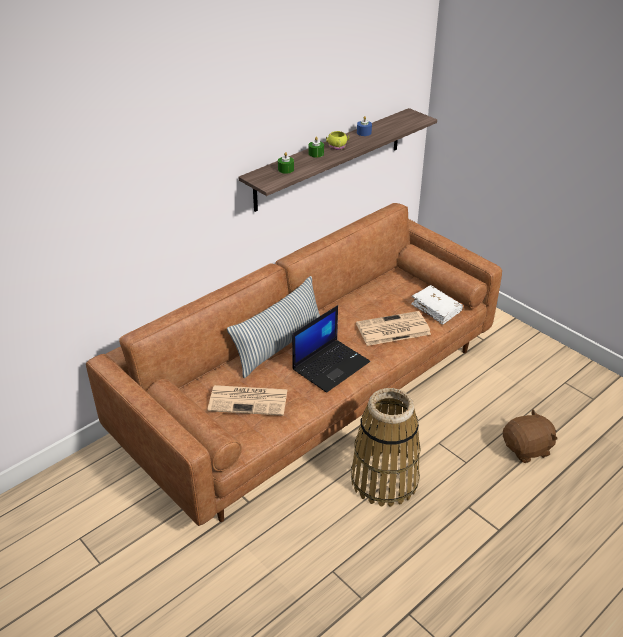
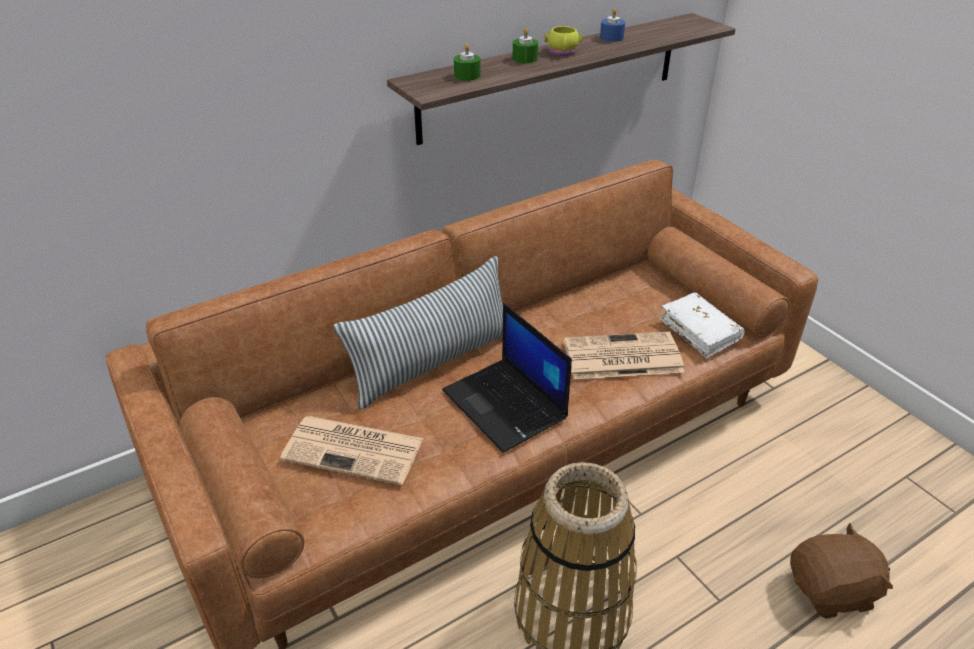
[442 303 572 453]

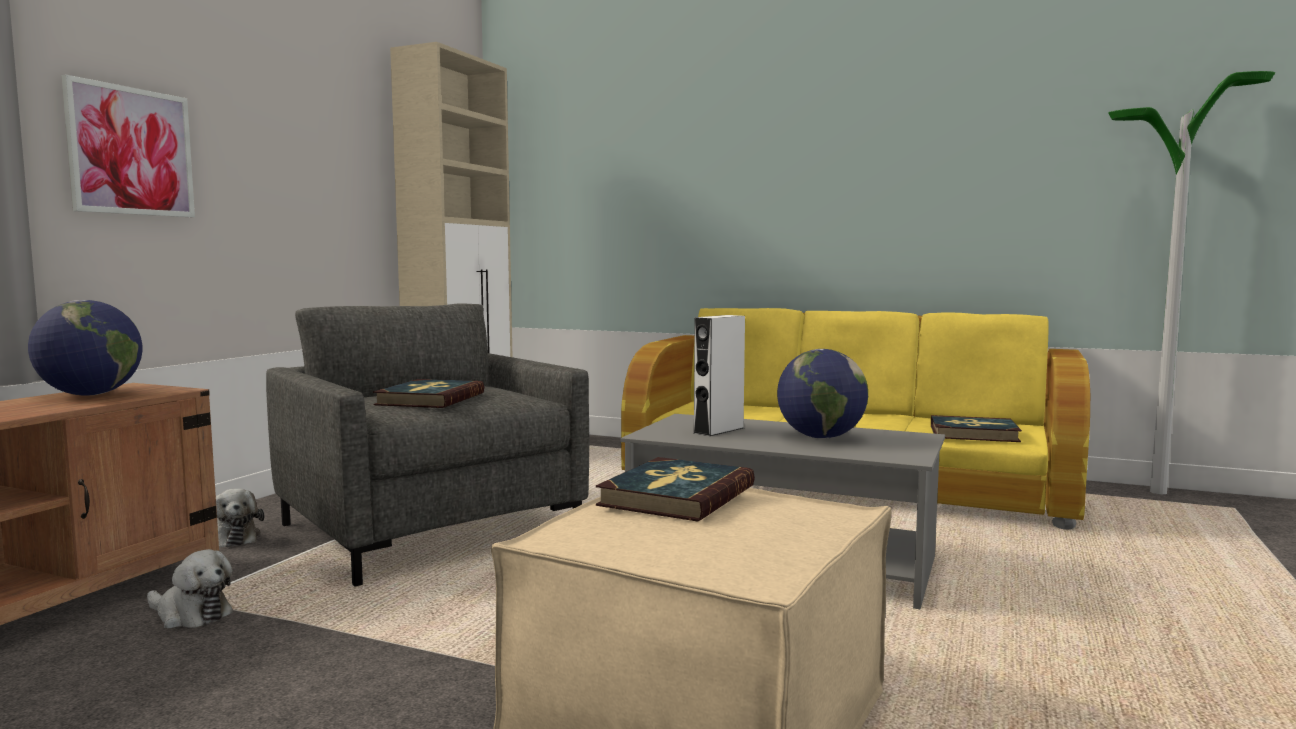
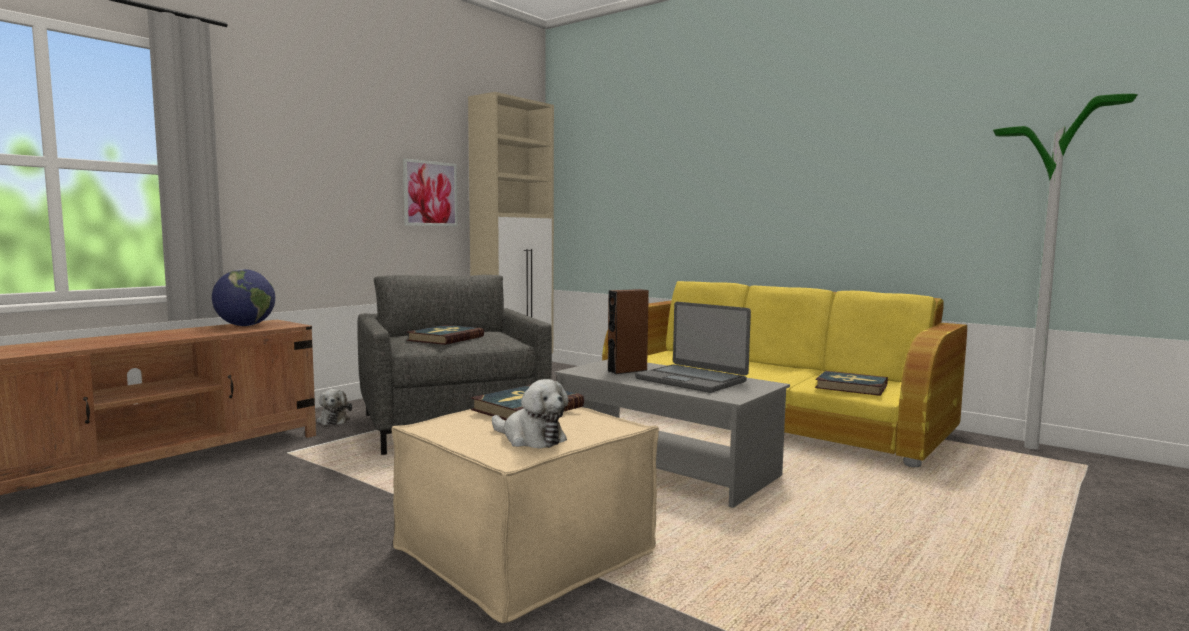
[403 158 458 226]
[492 379 569 448]
[607 289 649 374]
[635 302 751 393]

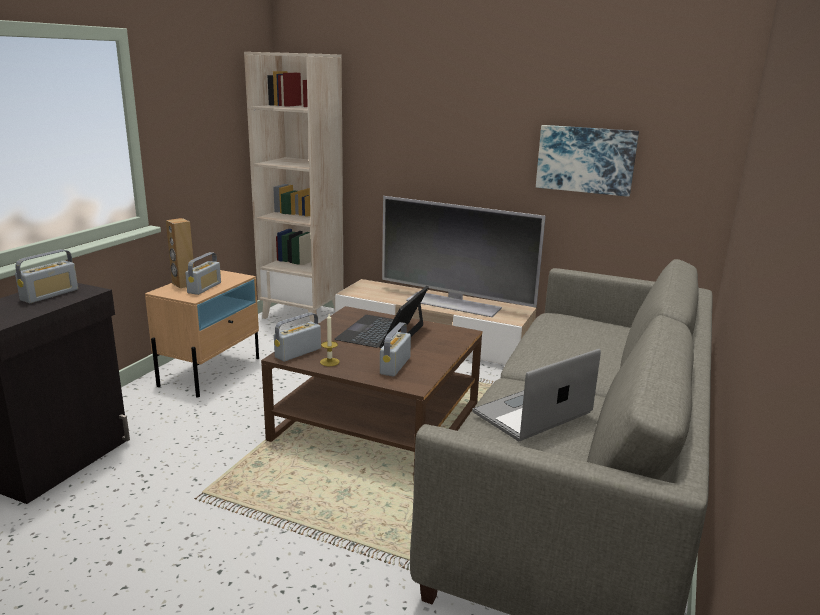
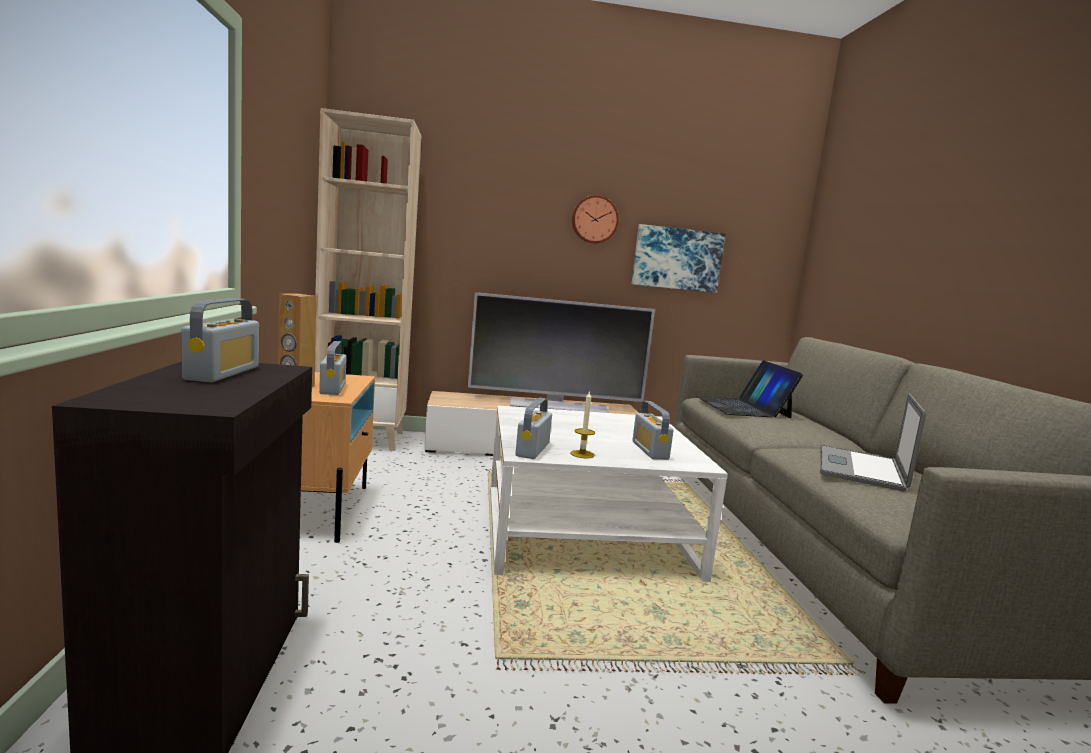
[490 405 728 582]
[696 360 803 418]
[572 195 619 243]

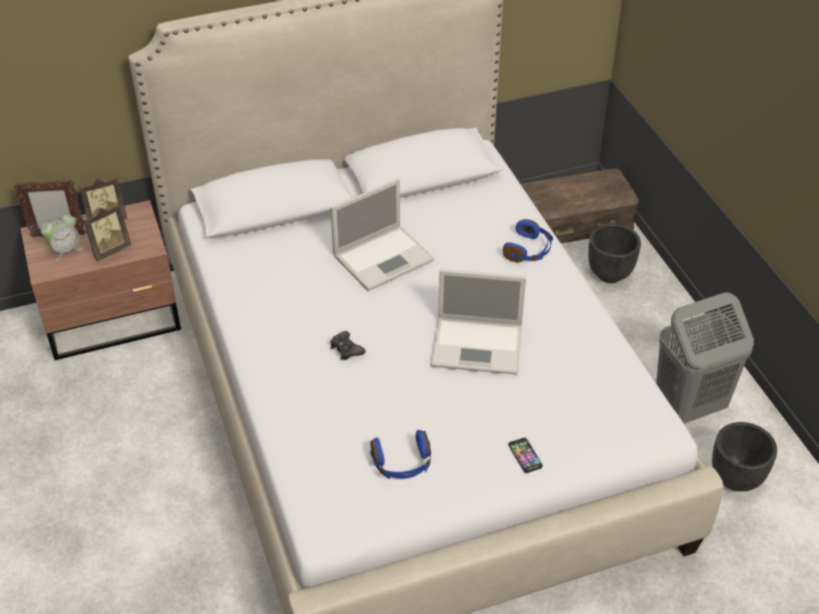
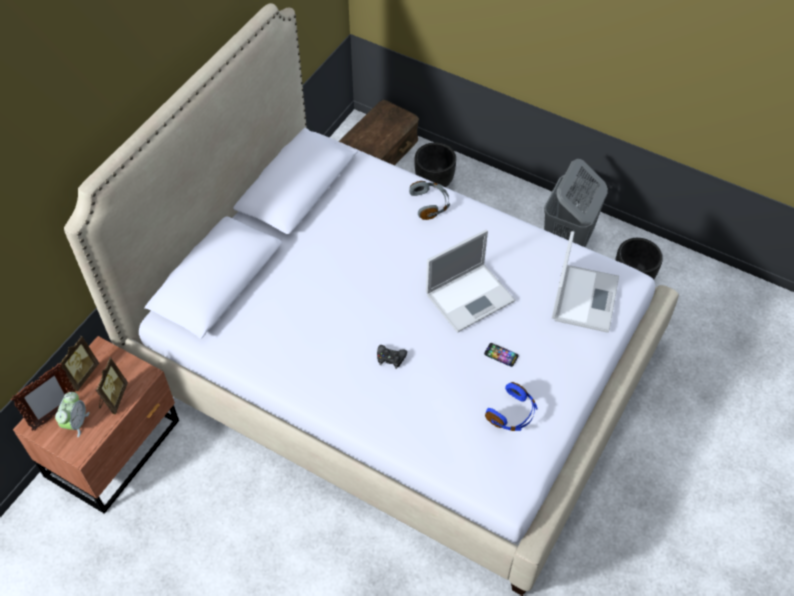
[552 231 619 333]
[409 181 450 220]
[484 343 518 367]

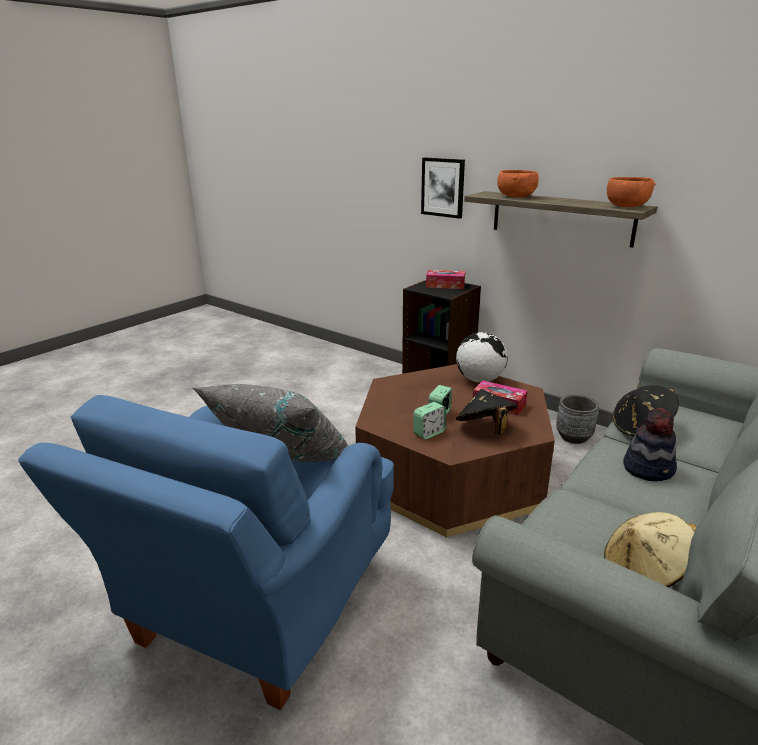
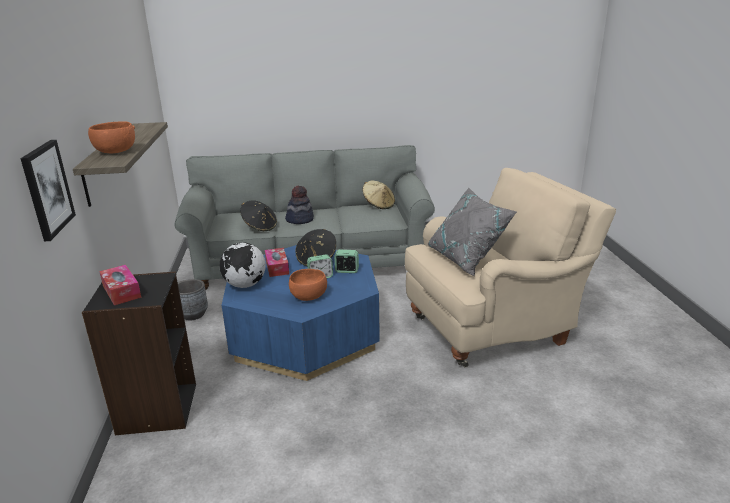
[405 168 616 368]
[222 245 380 381]
[289 269 327 301]

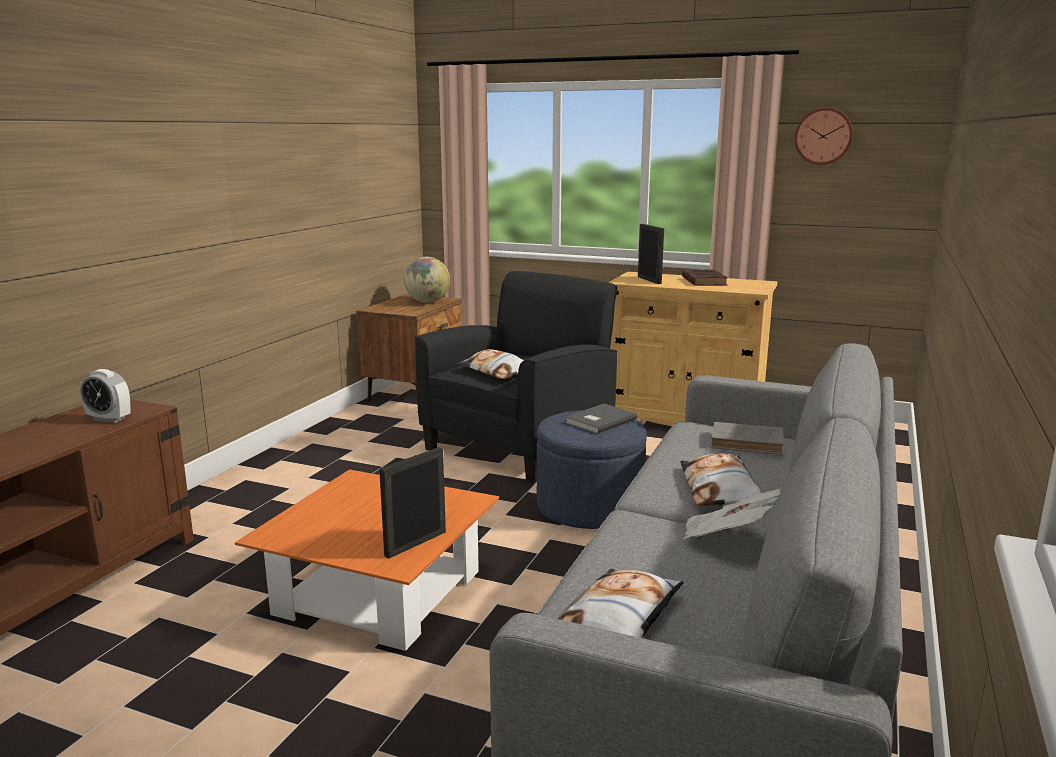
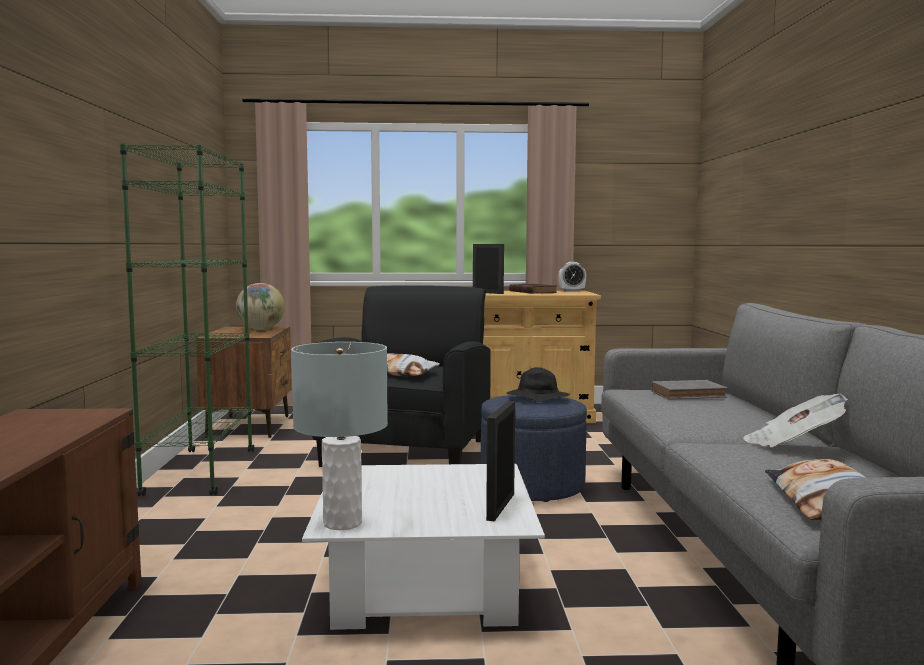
[558 262 586 292]
[302 464 545 630]
[506 367 570 402]
[680 454 761 506] (first image)
[794 108 853 165] (first image)
[120 143 254 496]
[291 342 388 530]

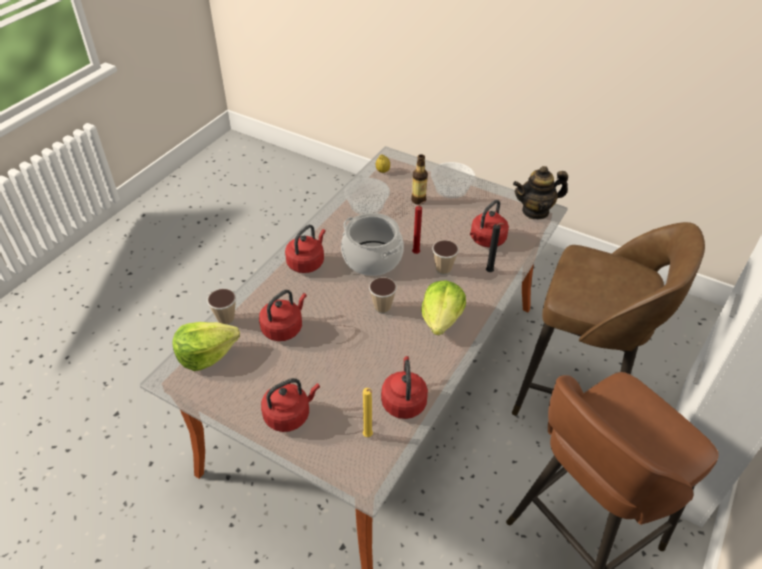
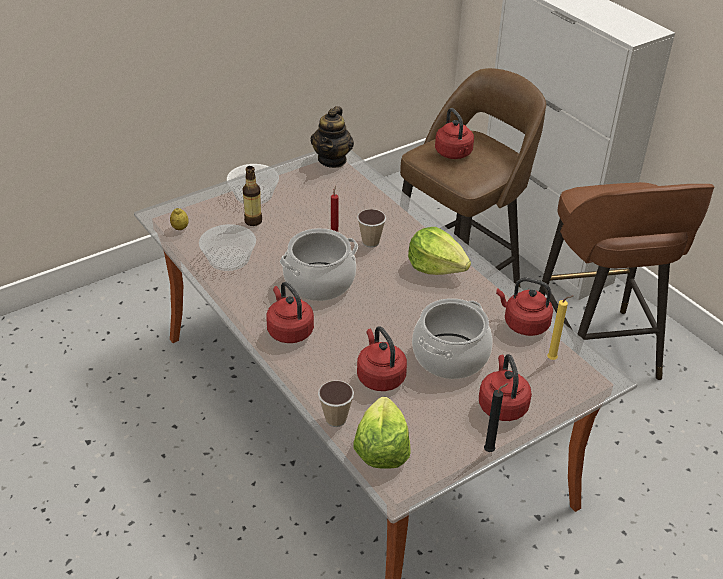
[369 277 397 314] (first image)
[435 108 474 159]
[484 383 508 452]
[412 298 493 379]

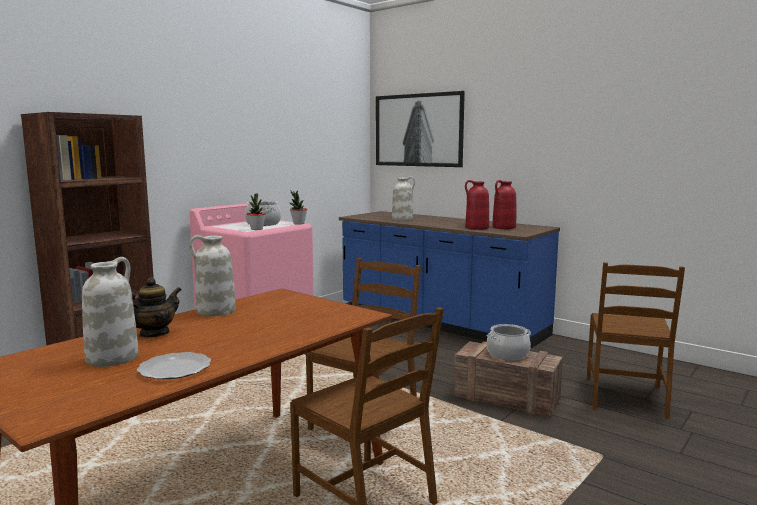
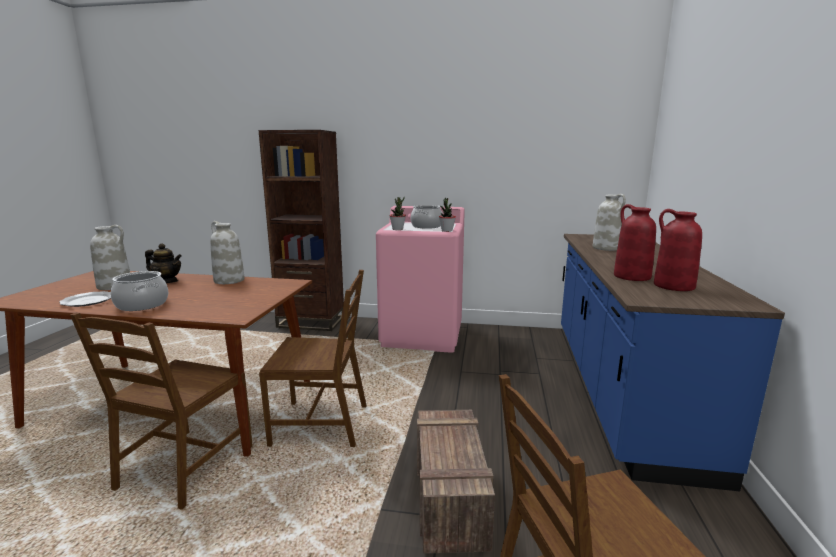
[376 91 465 167] (first image)
[111 271 168 311]

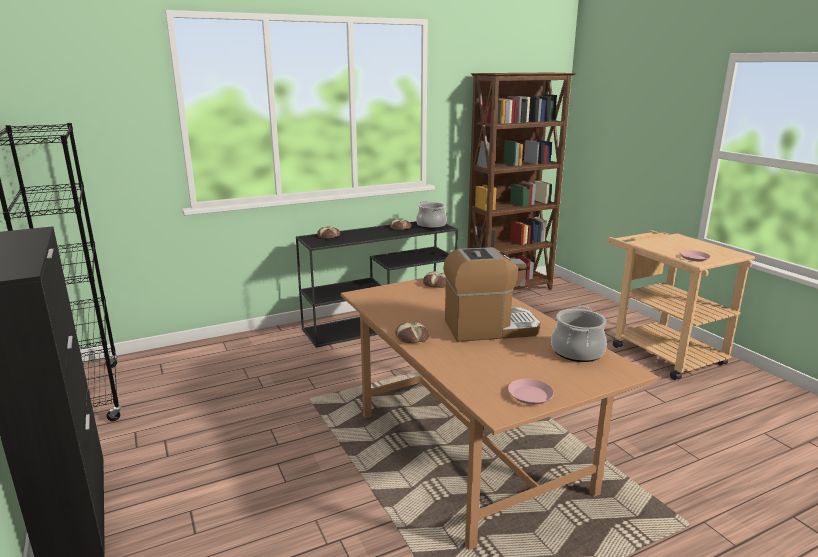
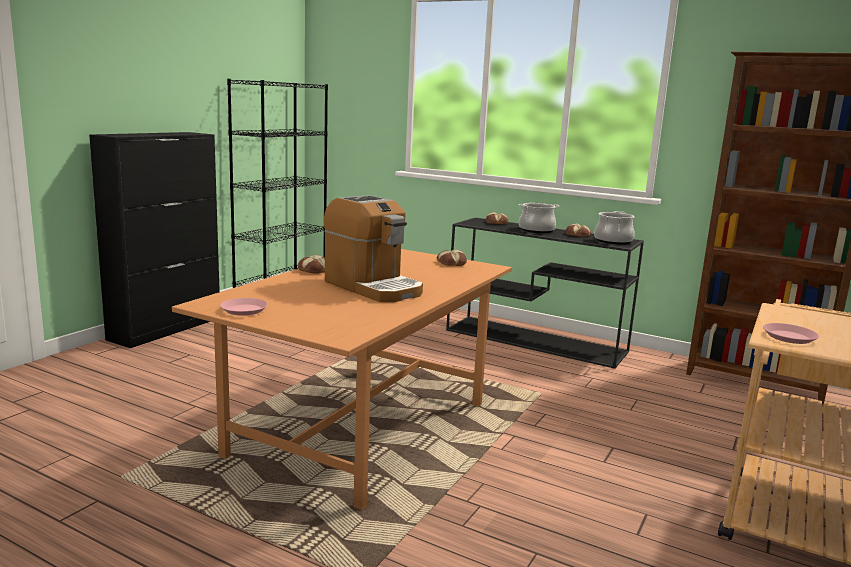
[518 203 559 233]

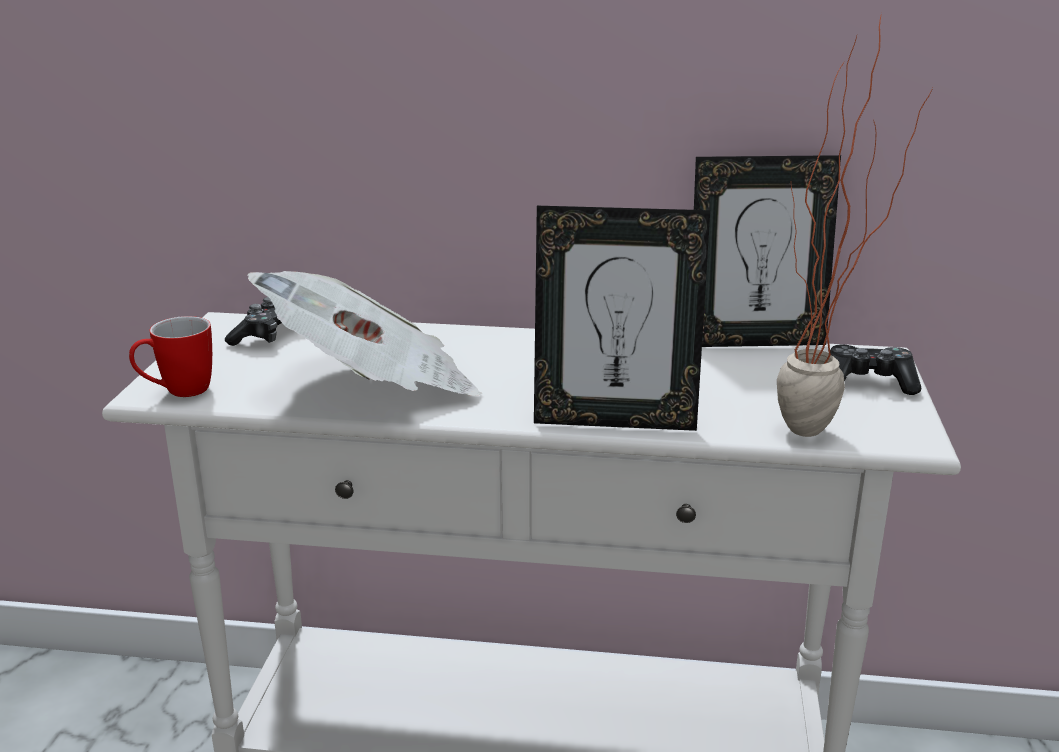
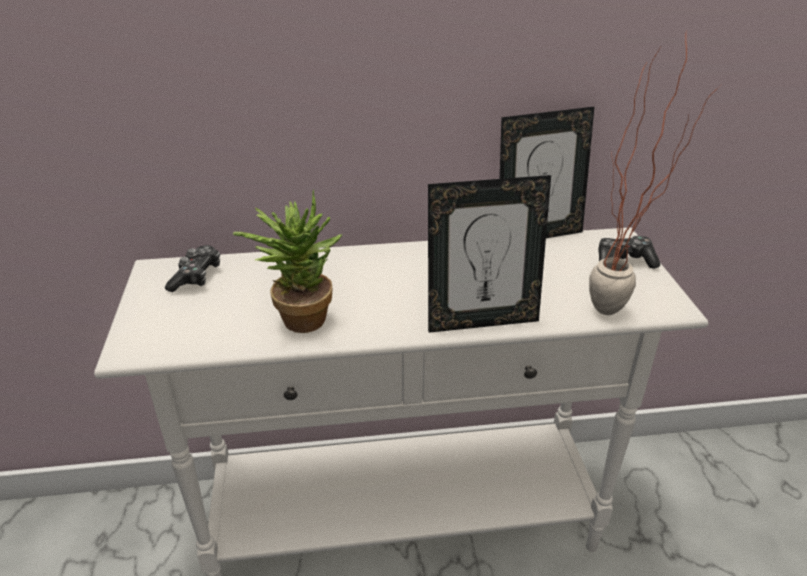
[129 316 212 397] (first image)
[233 190 342 333]

